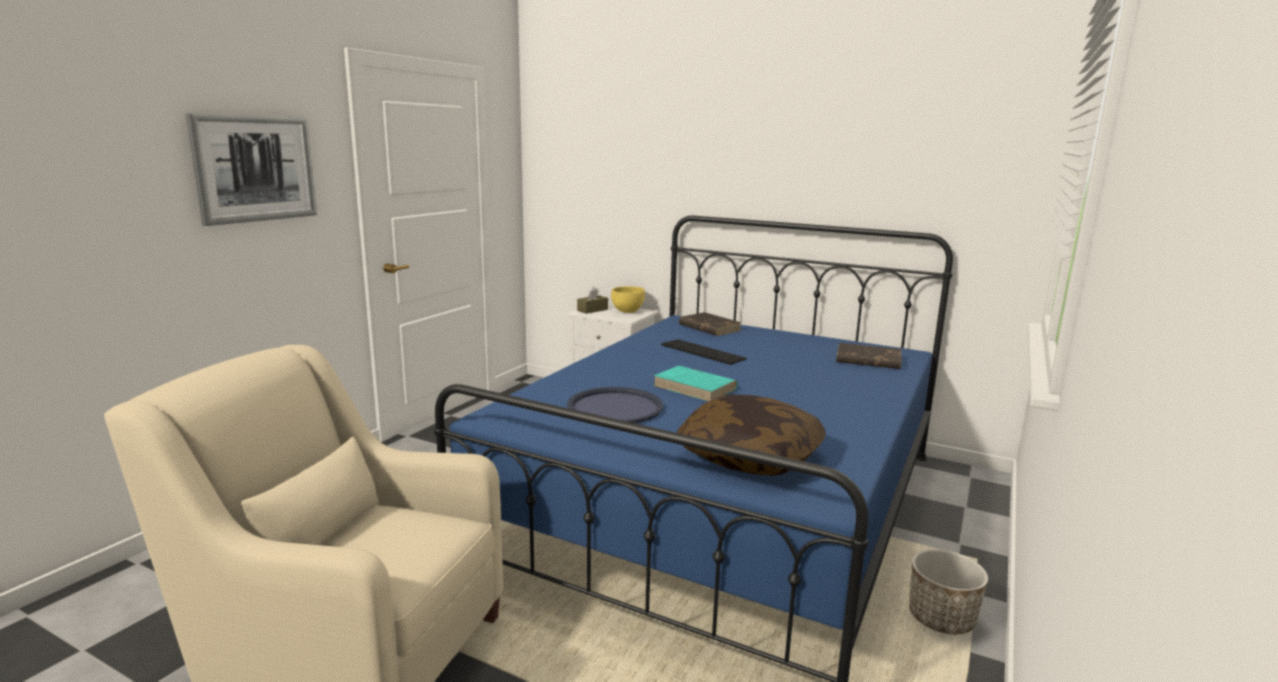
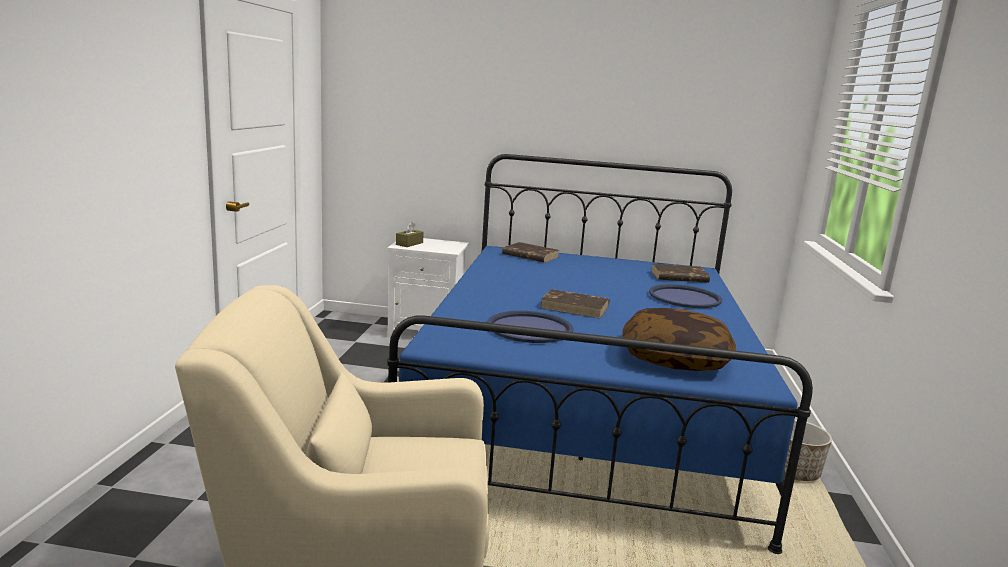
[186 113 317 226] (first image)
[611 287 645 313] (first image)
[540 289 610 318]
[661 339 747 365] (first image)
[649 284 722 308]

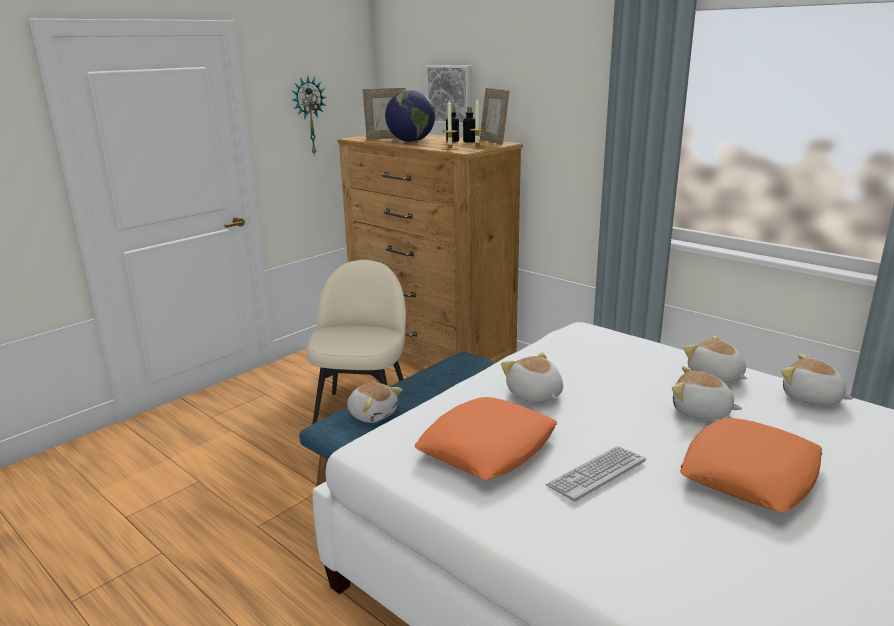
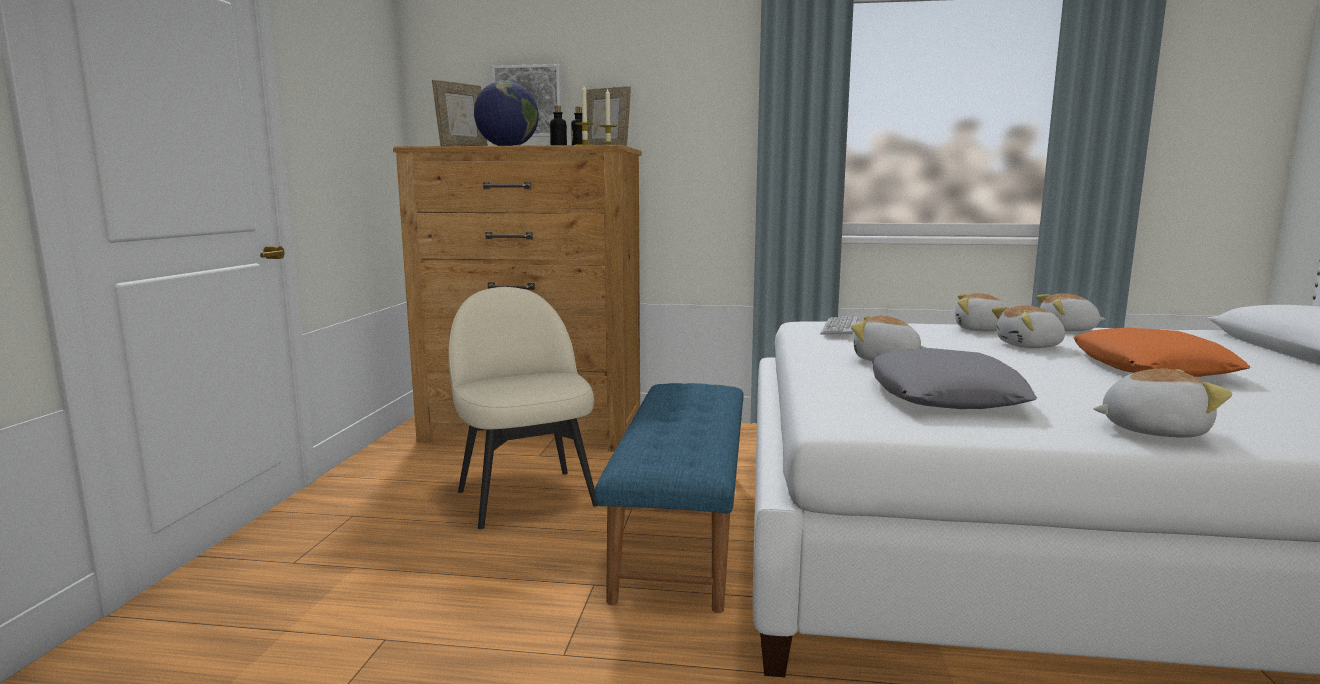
[292 75 326 156] (first image)
[1093 369 1232 437]
[872 348 1037 409]
[820 316 858 335]

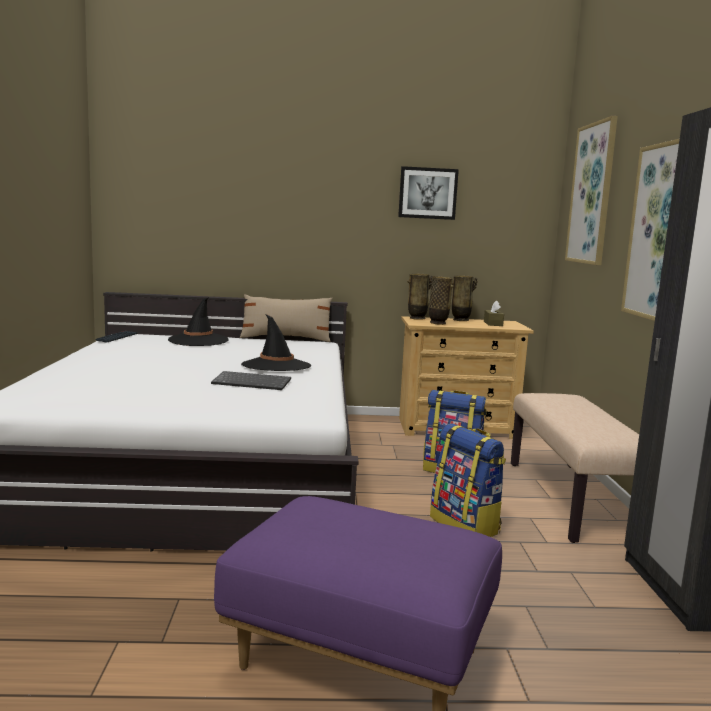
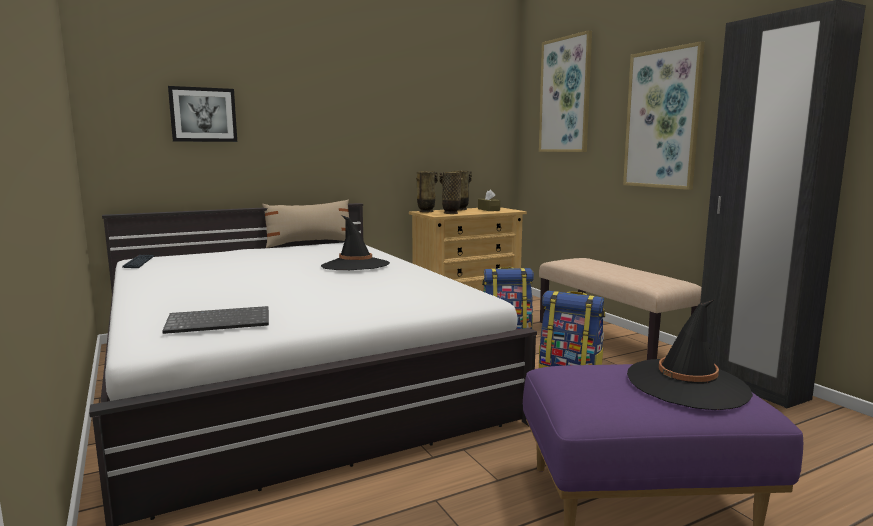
[627 300 753 410]
[162 306 269 334]
[168 86 237 142]

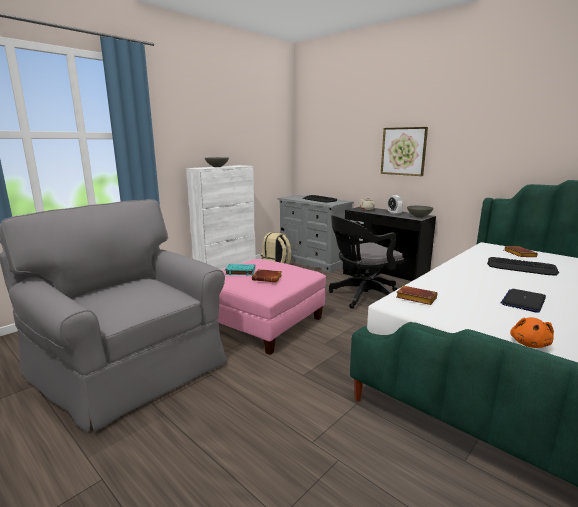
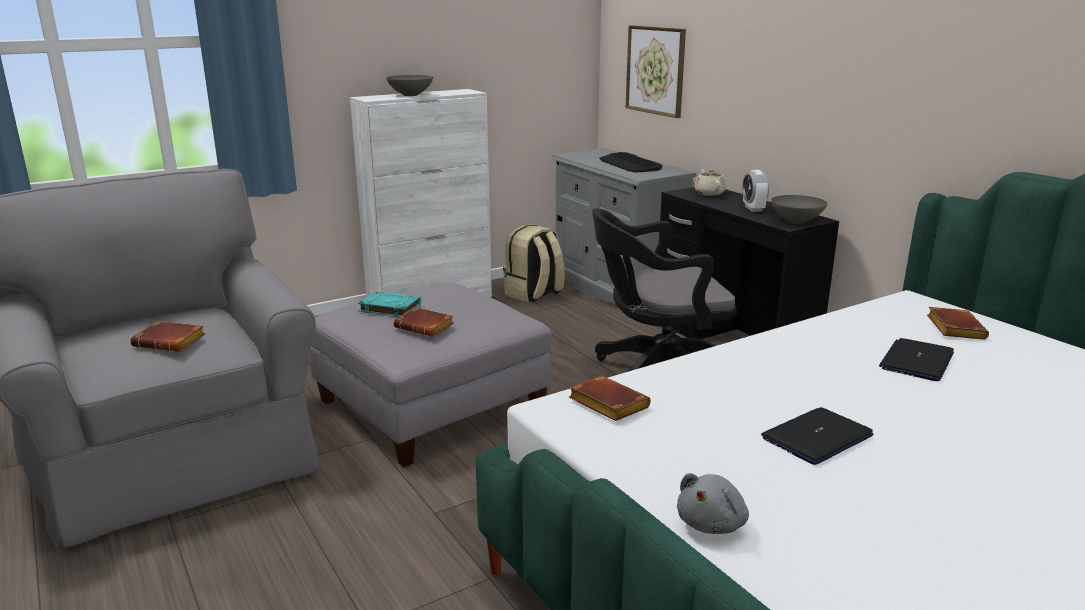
[310 282 552 467]
[626 25 686 118]
[879 338 954 381]
[677 473 749 534]
[130 321 205 352]

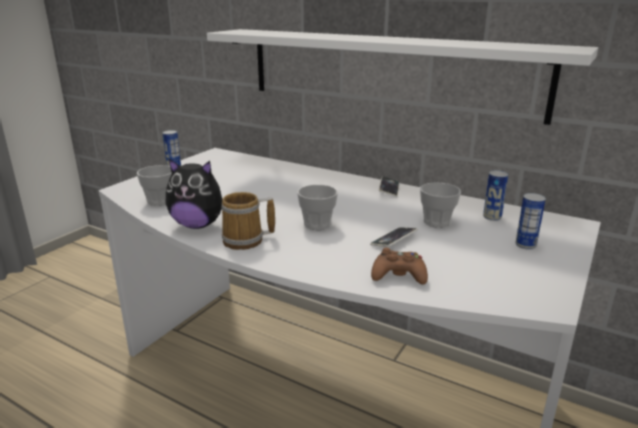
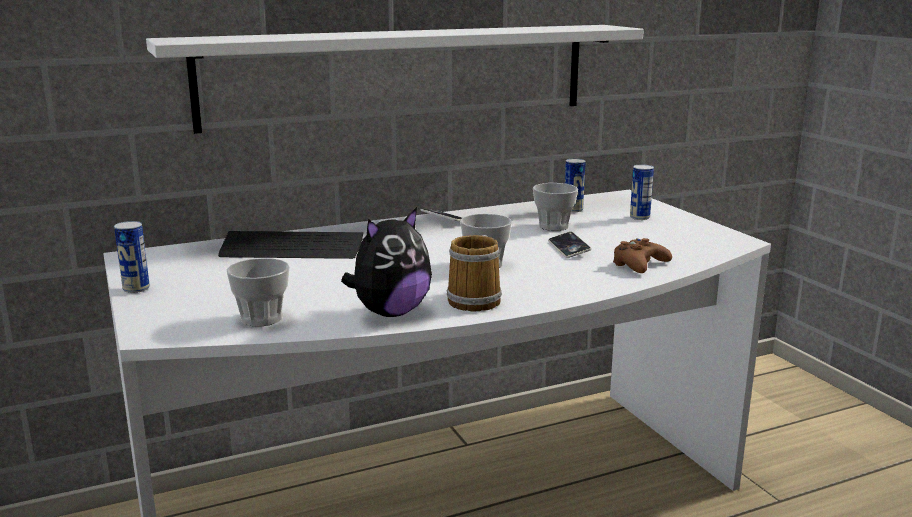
[218 231 363 259]

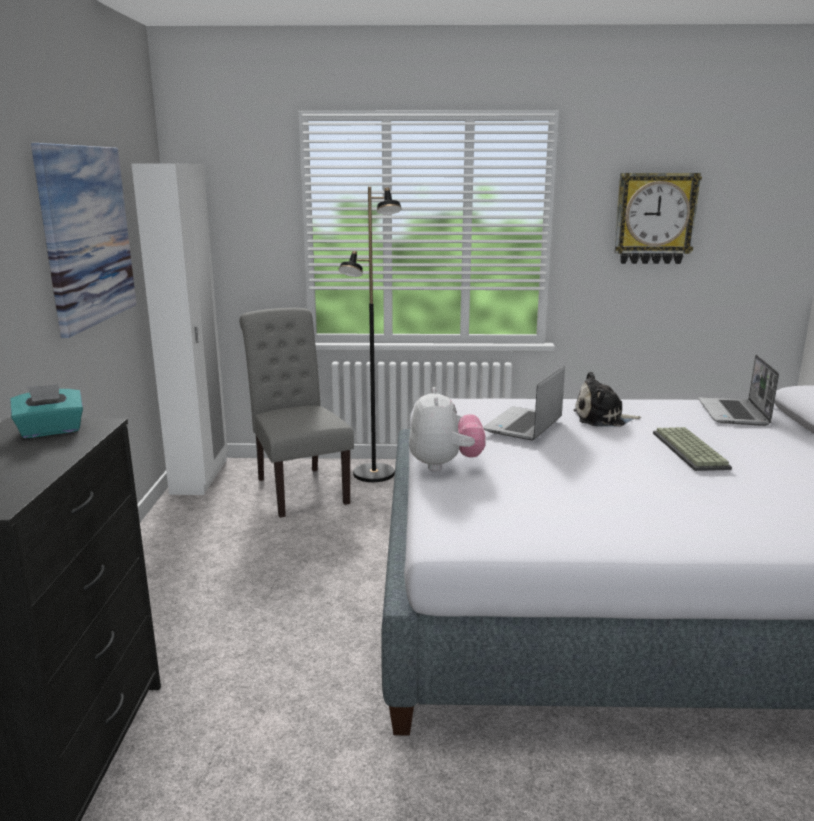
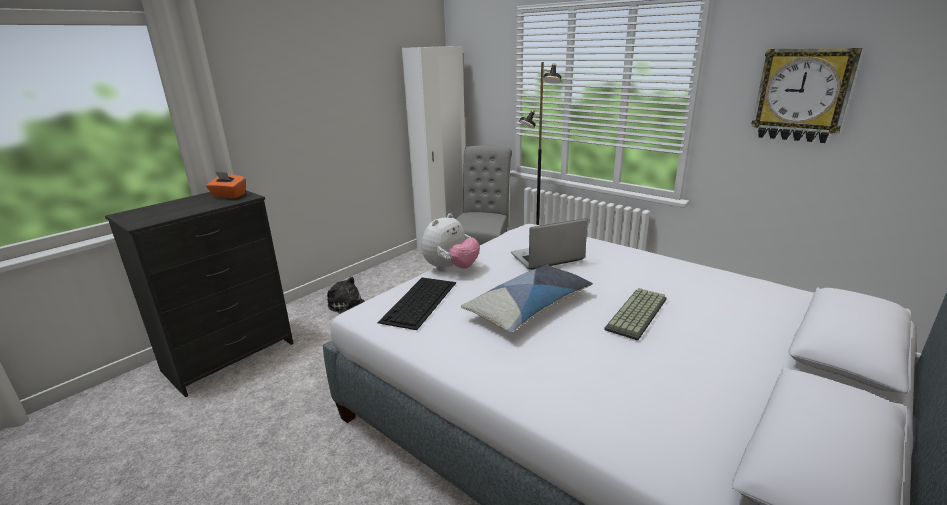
[206 172 246 198]
[31 143 136 338] (first image)
[327 277 365 314]
[698 355 779 426] (first image)
[378 277 456 330]
[461 264 593 332]

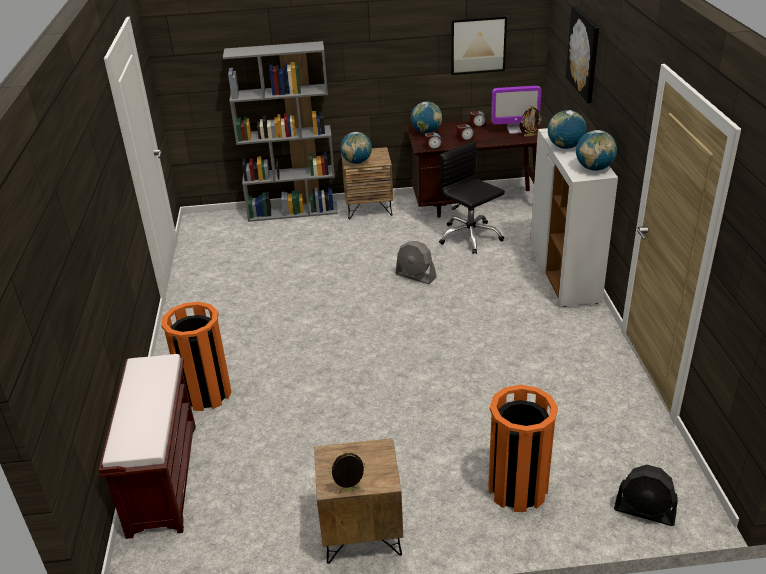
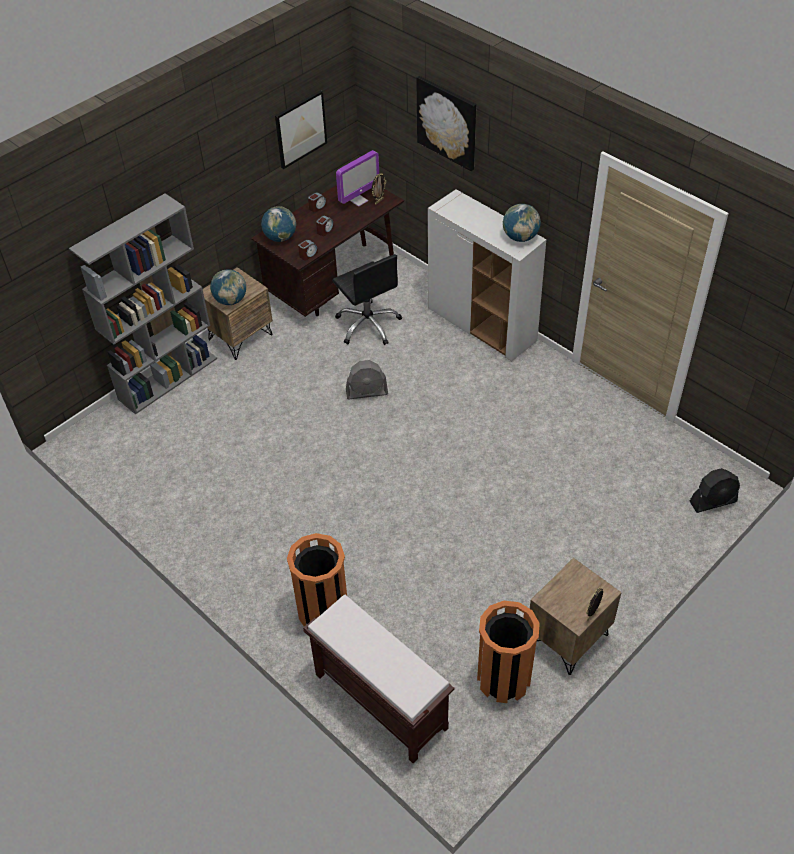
[332 254 402 345]
[477 601 540 703]
[548 110 586 149] (first image)

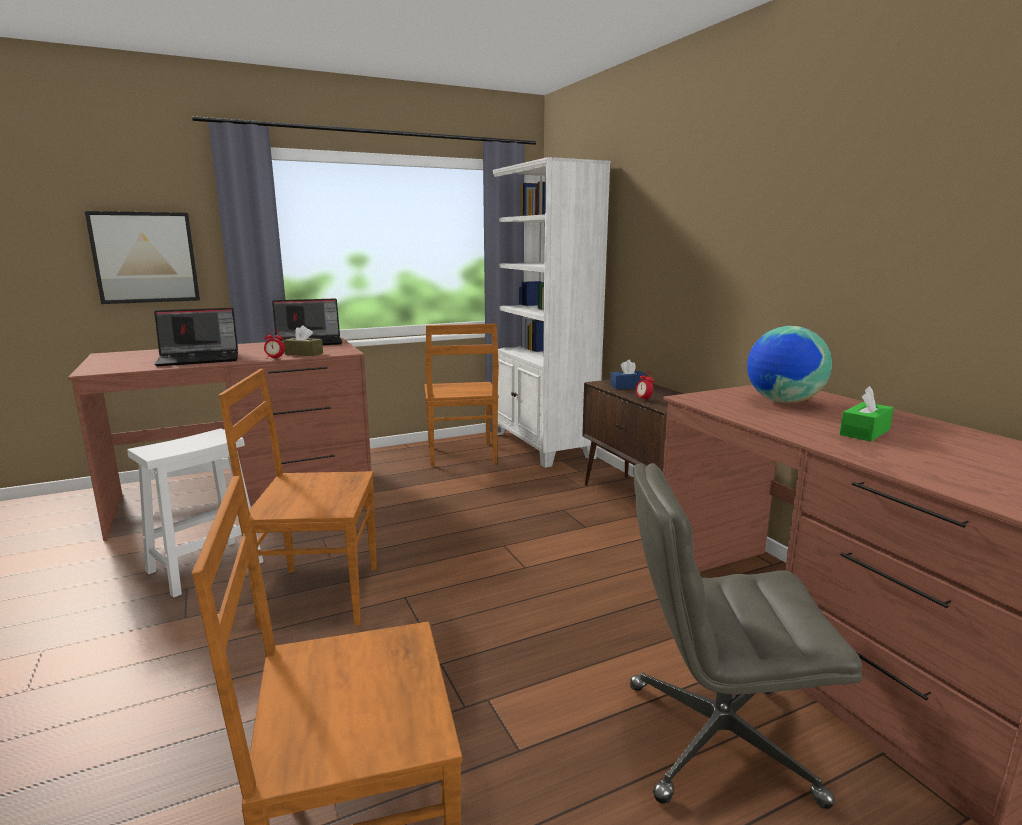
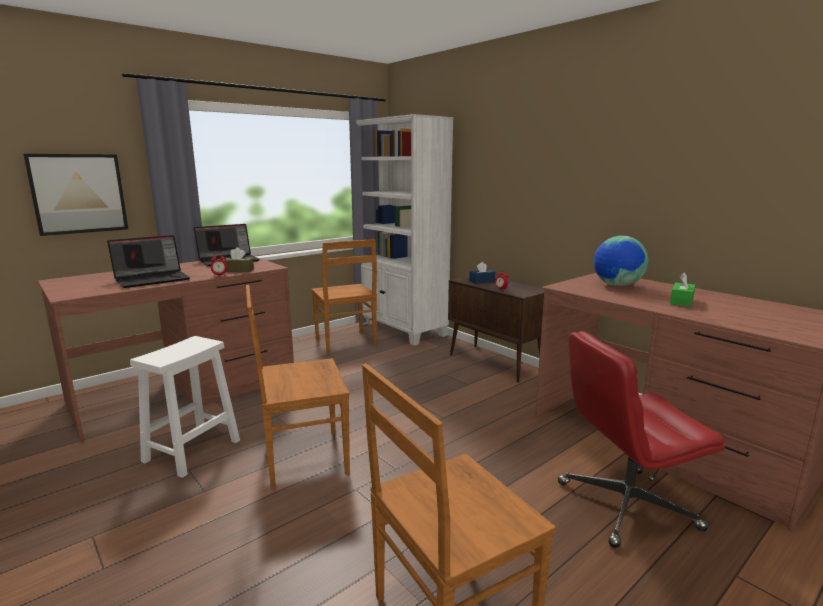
[558 331 725 548]

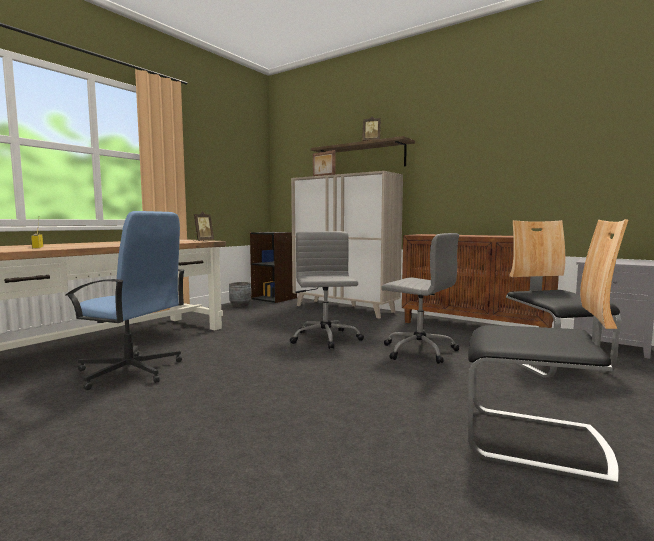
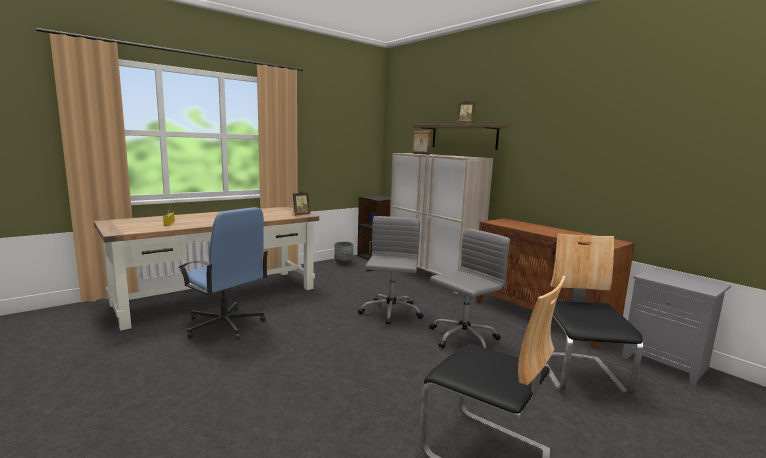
[429 228 510 349]

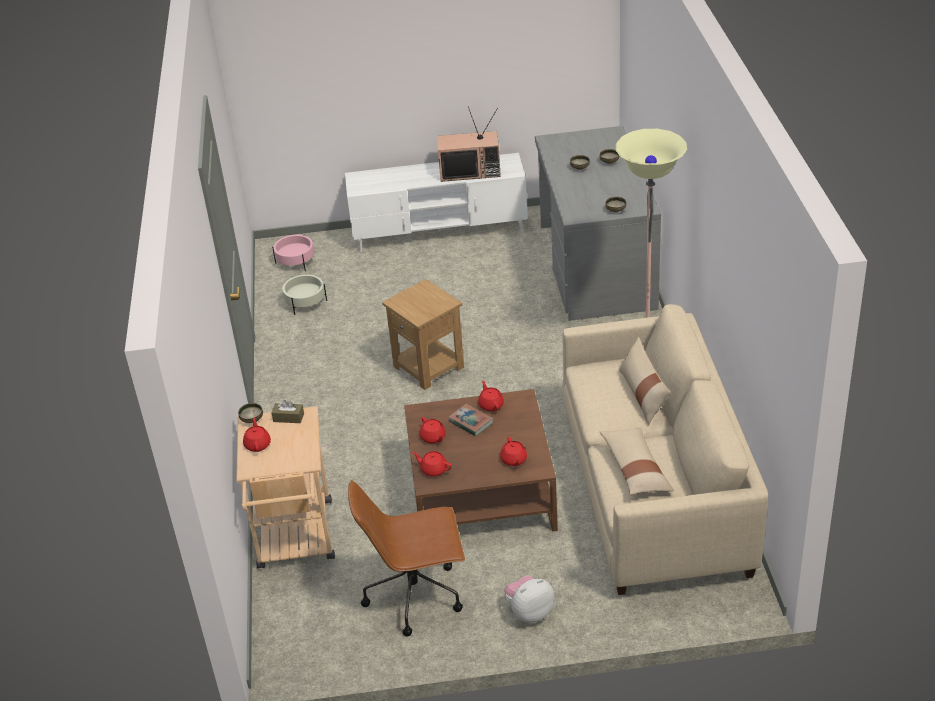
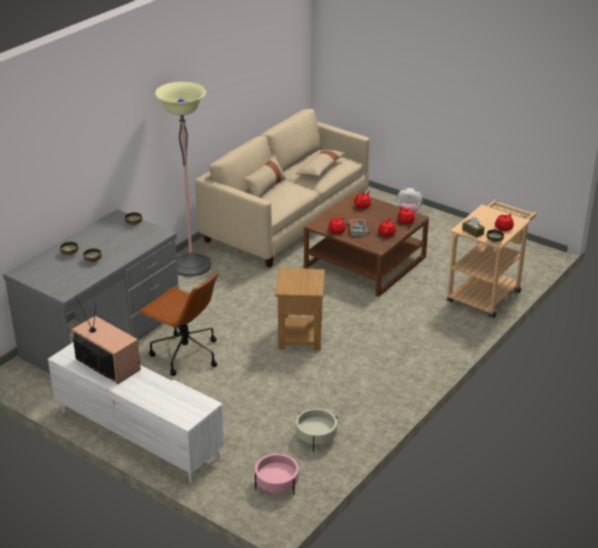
[138 271 218 376]

